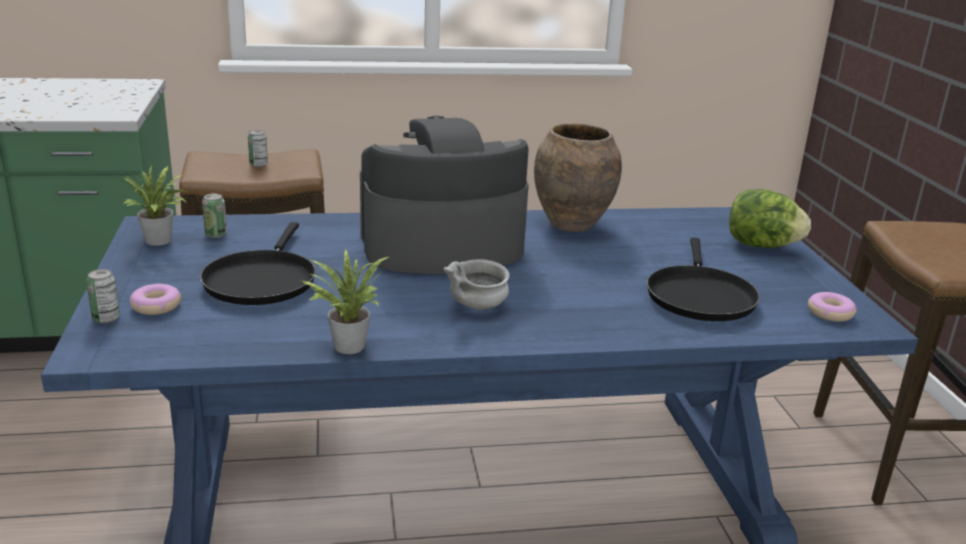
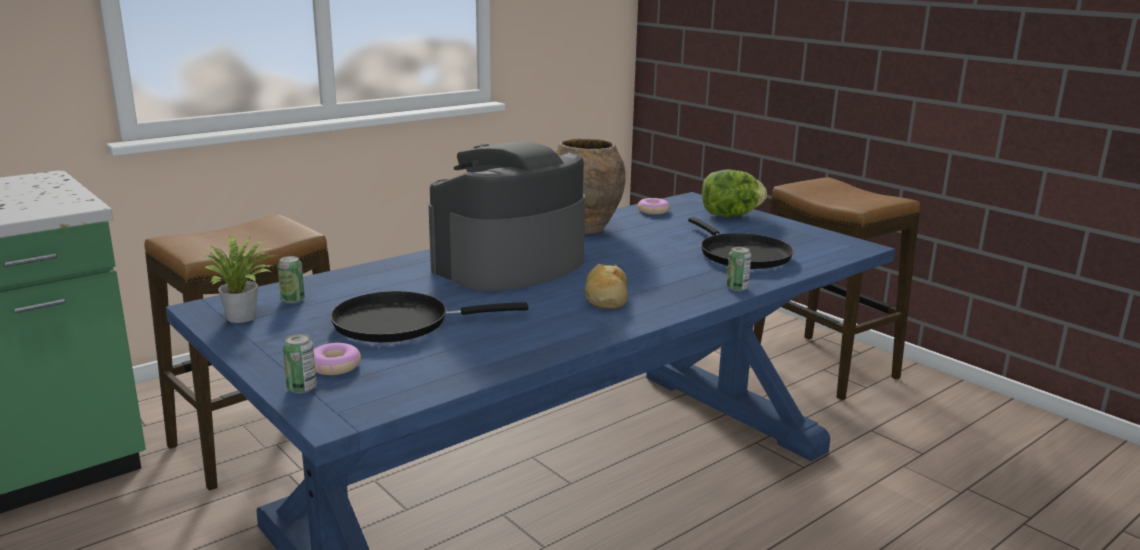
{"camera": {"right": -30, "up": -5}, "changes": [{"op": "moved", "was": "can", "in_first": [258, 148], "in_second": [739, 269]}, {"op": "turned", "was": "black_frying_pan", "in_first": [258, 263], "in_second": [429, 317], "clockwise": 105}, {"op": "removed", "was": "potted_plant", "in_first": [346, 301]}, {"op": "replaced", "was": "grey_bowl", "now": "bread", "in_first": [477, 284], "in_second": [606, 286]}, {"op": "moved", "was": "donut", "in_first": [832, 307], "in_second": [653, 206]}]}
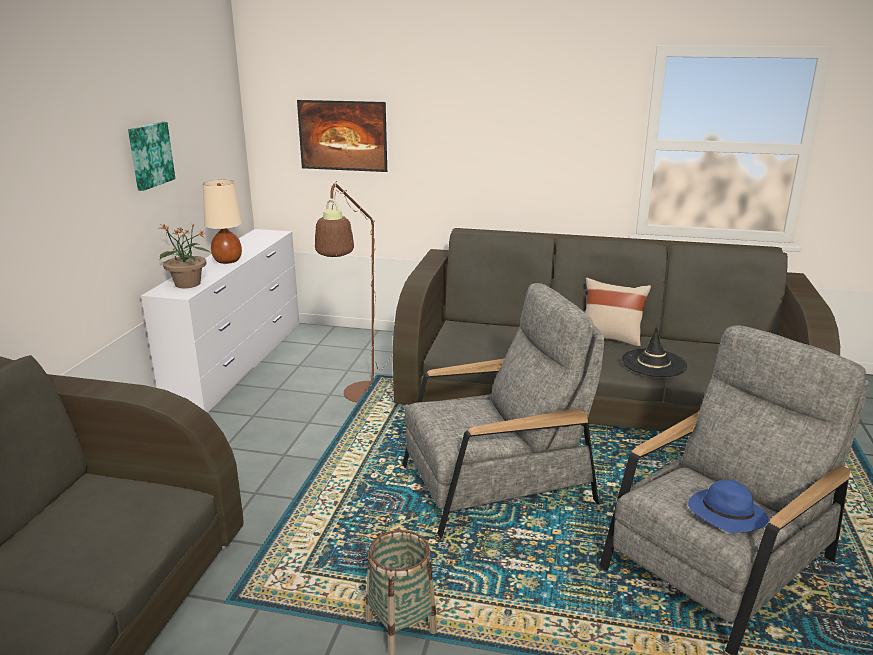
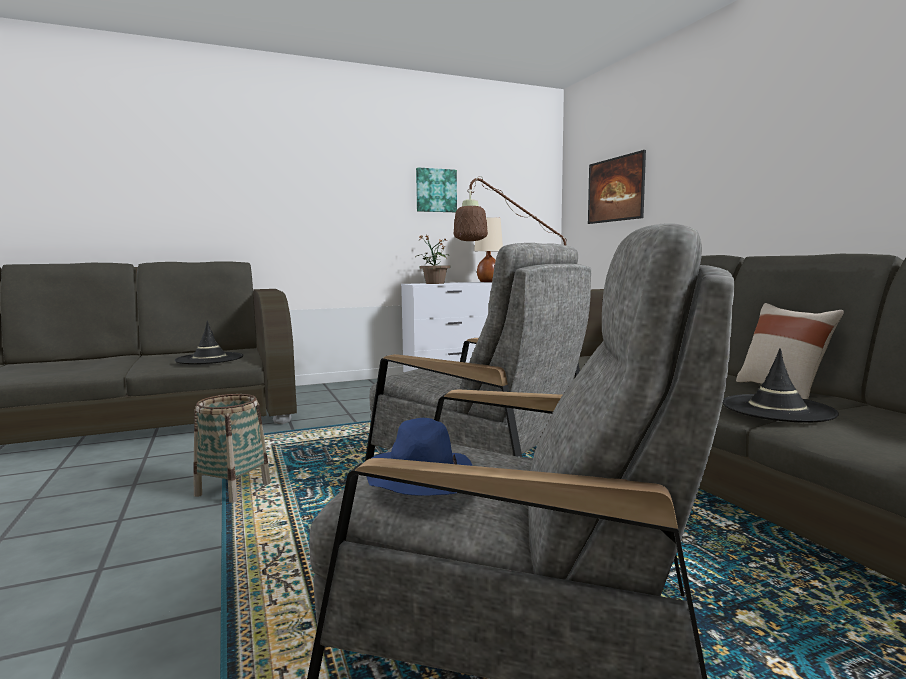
{"camera": {"right": 55, "up": -15}, "changes": [{"op": "added", "now": "black_hat", "in_second": [209, 342]}]}
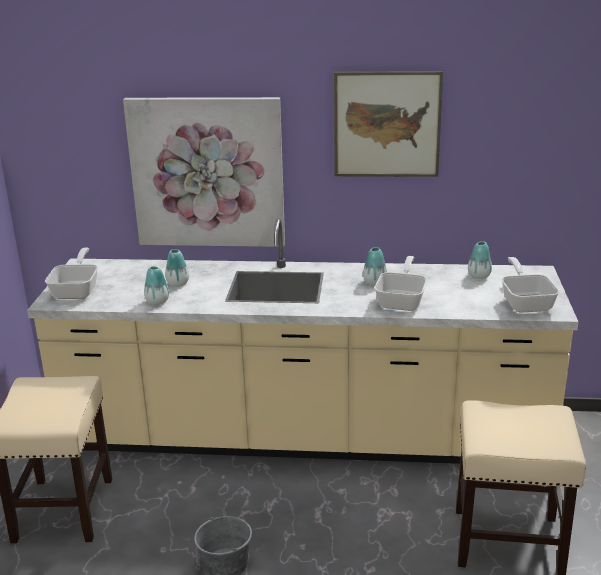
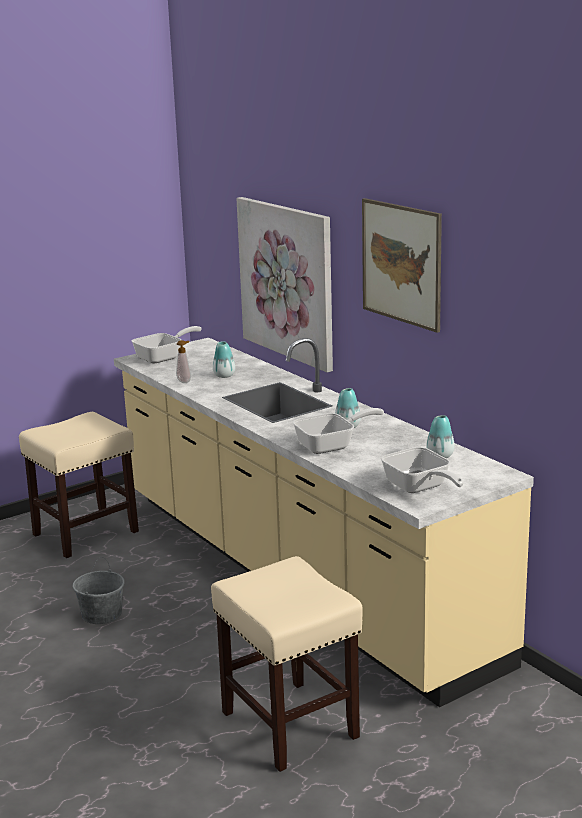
{"camera": {"right": 50, "up": -5}, "changes": [{"op": "turned", "was": "frying_pan", "in_first": [530, 285], "in_second": [422, 470], "clockwise": 105}, {"op": "replaced", "was": "vase", "now": "soap_dispenser", "in_first": [156, 285], "in_second": [183, 361]}]}
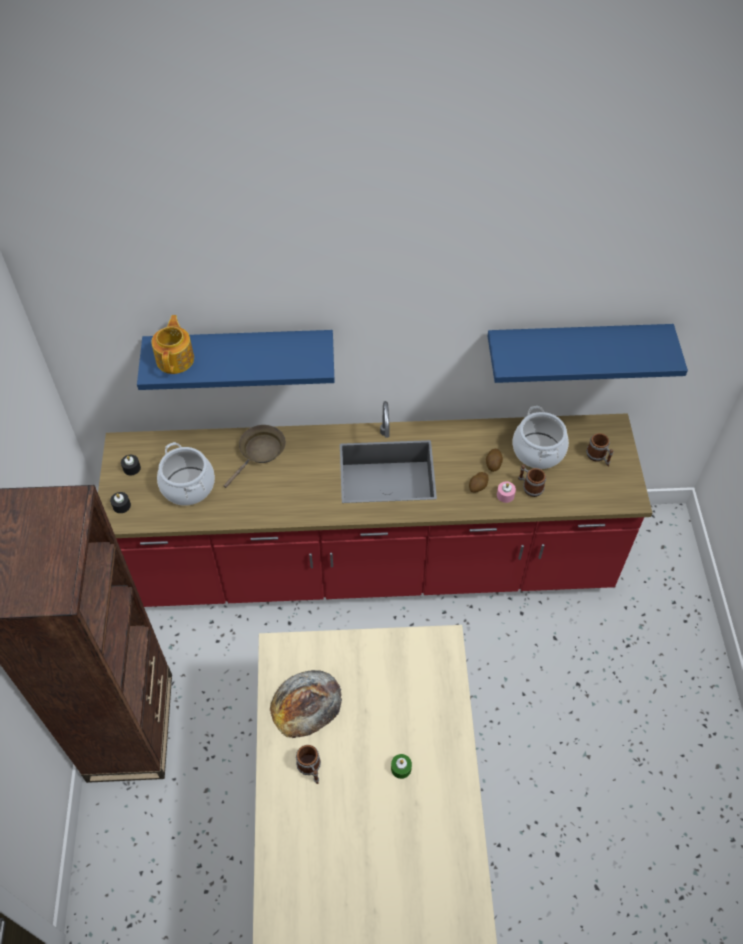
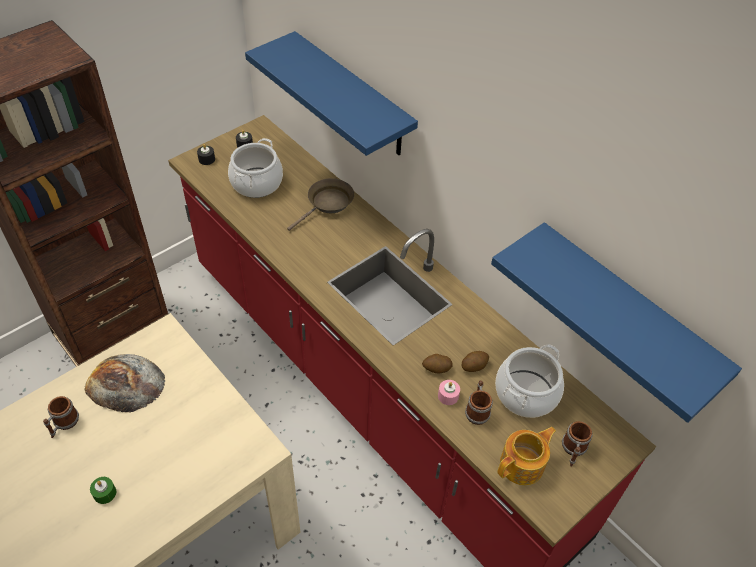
{"camera": {"right": 50, "up": -5}, "changes": [{"op": "moved", "was": "teapot", "in_first": [172, 344], "in_second": [526, 456]}, {"op": "turned", "was": "brown_frying_pan", "in_first": [255, 456], "in_second": [320, 204], "clockwise": -45}]}
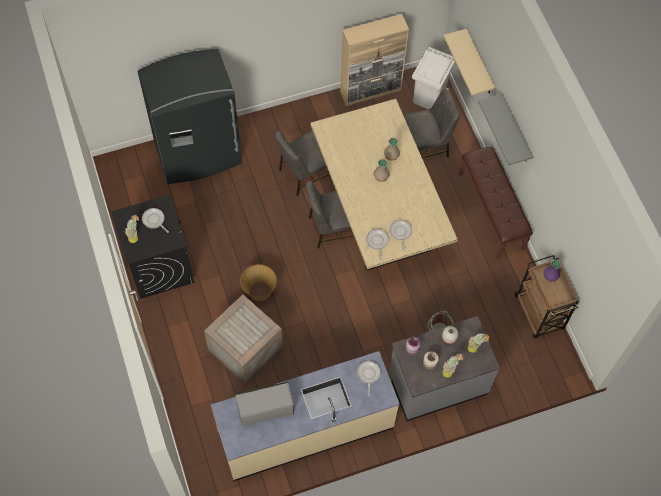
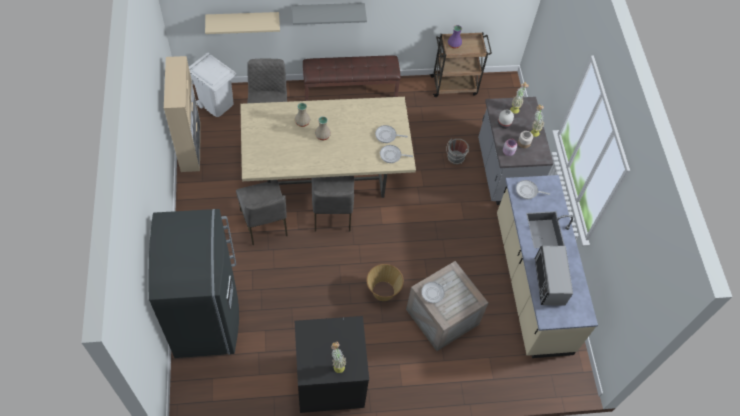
{"camera": {"right": -80, "up": -5}, "changes": [{"op": "moved", "was": "frying_pan", "in_first": [155, 220], "in_second": [437, 291]}]}
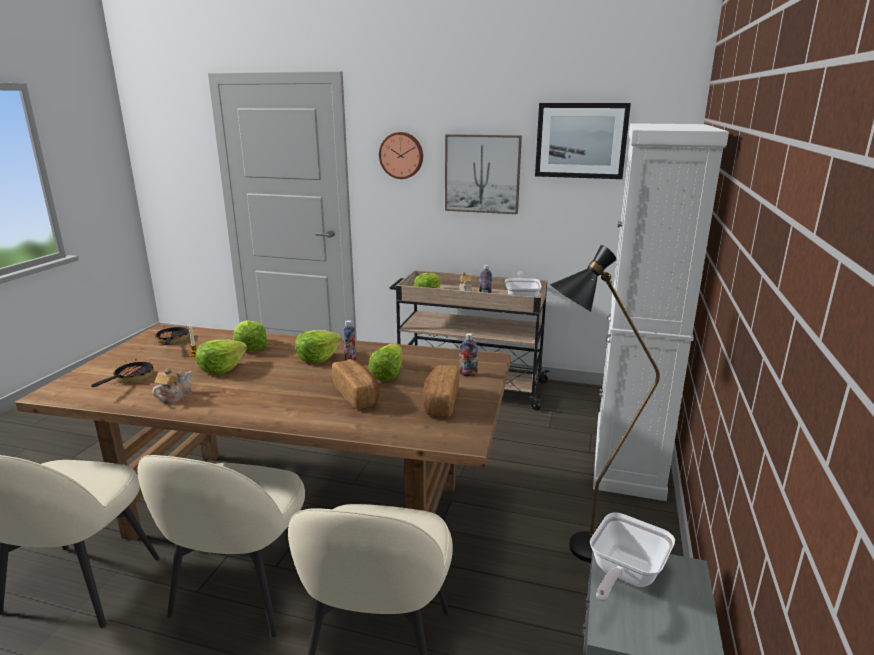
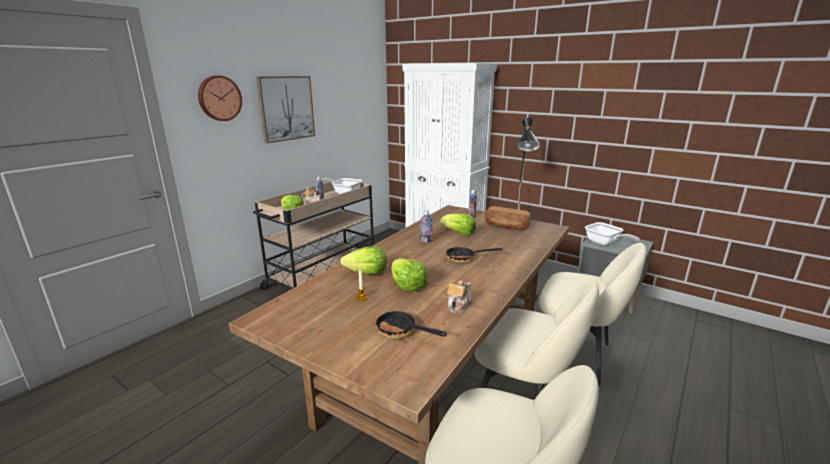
{"camera": {"right": -70, "up": 0}, "changes": [{"op": "removed", "was": "picture", "in_first": [583, 141]}, {"op": "moved", "was": "frying_pan", "in_first": [172, 335], "in_second": [474, 252]}, {"op": "removed", "was": "lettuce", "in_first": [318, 347]}, {"op": "removed", "was": "bread", "in_first": [356, 384]}, {"op": "turned", "was": "teapot", "in_first": [172, 386], "in_second": [459, 297], "clockwise": 75}]}
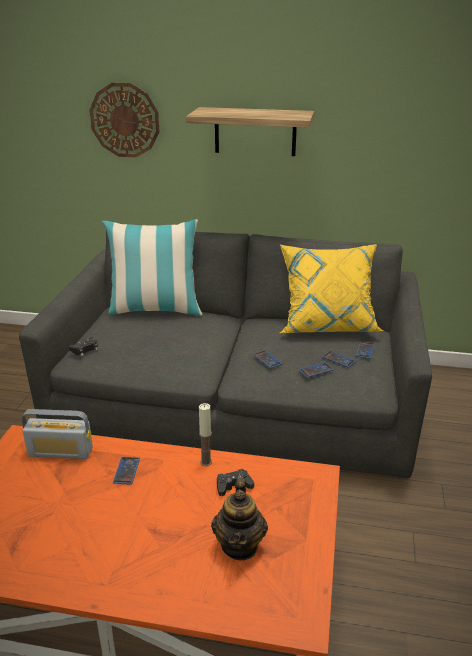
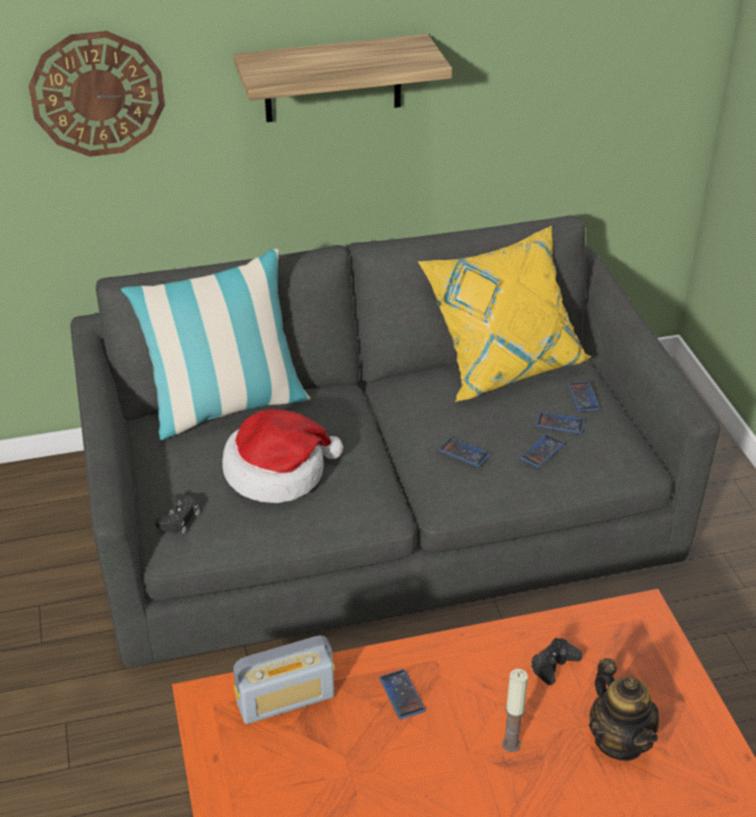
{"camera": {"right": -25, "up": 10}, "changes": [{"op": "moved", "was": "candle", "in_first": [205, 434], "in_second": [515, 710]}, {"op": "added", "now": "hat", "in_second": [282, 456]}]}
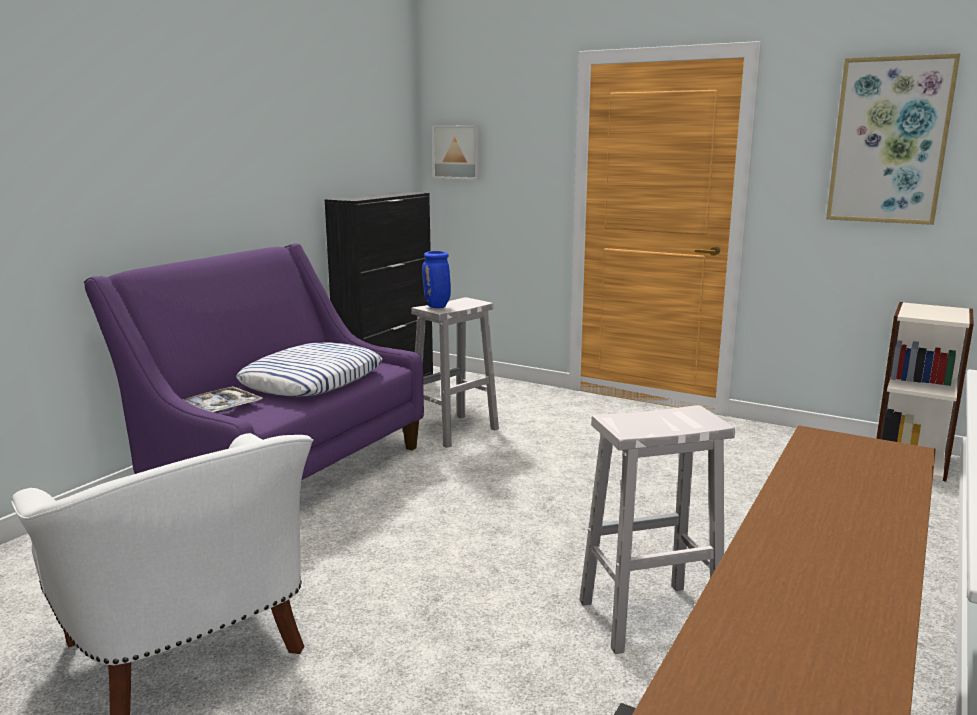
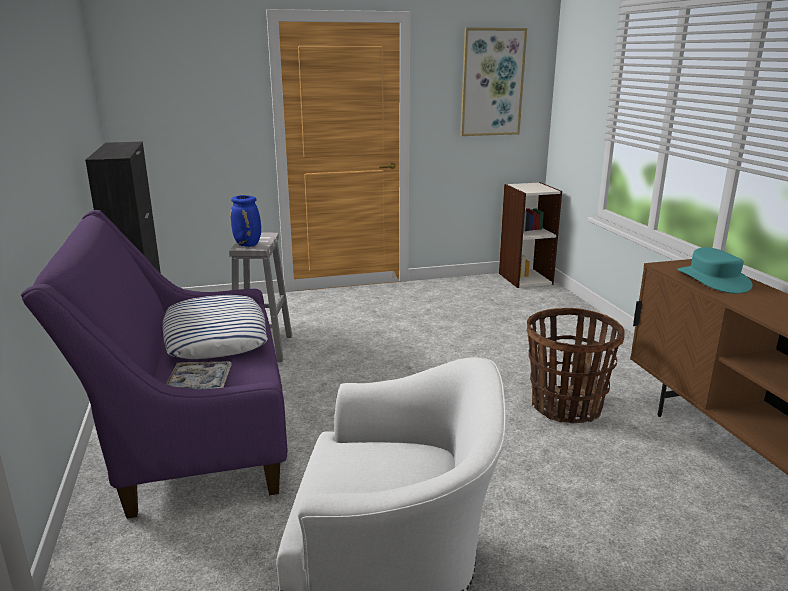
{"camera": {"right": -45, "up": 5}, "changes": [{"op": "removed", "was": "picture", "in_first": [456, 152]}, {"op": "replaced", "was": "white_stool", "now": "basket", "in_first": [657, 529], "in_second": [576, 365]}, {"op": "added", "now": "turquoise_hat", "in_second": [714, 270]}]}
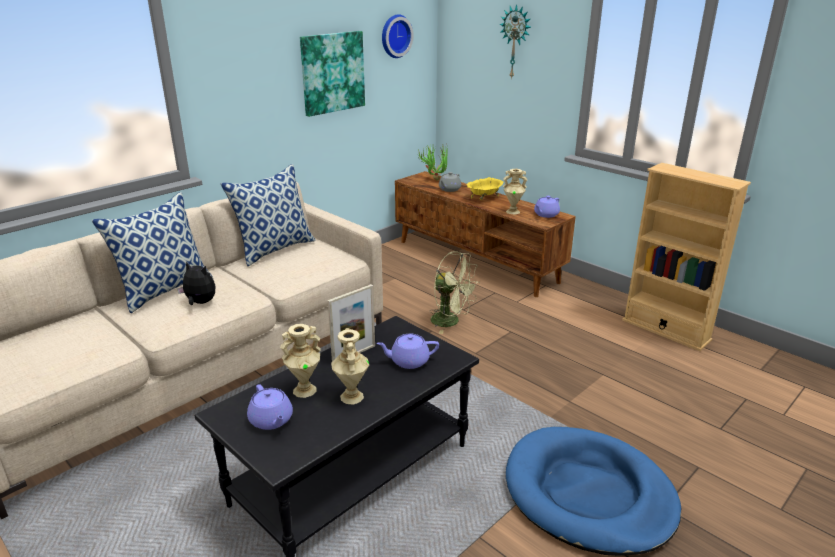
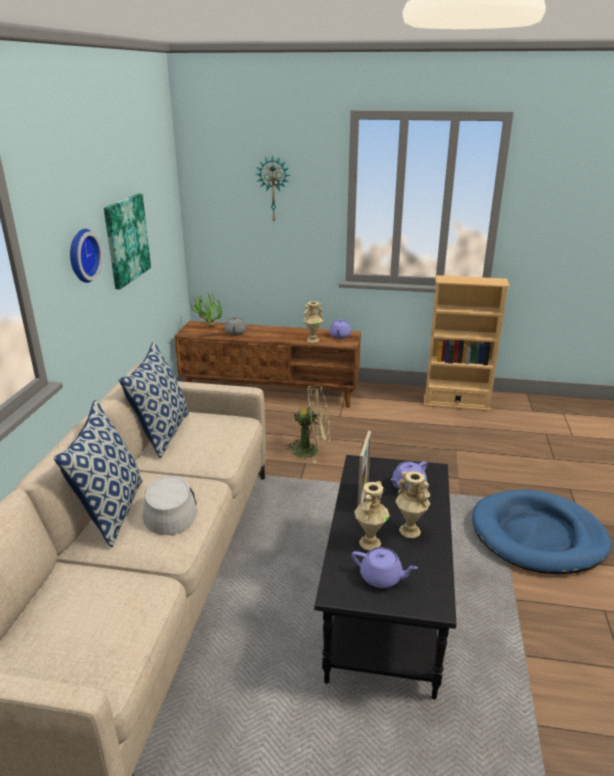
{"camera": {"right": -35, "up": 0}, "changes": [{"op": "moved", "was": "wall_clock", "in_first": [397, 36], "in_second": [86, 256]}, {"op": "removed", "was": "yellow_bowl", "in_first": [484, 188]}, {"op": "replaced", "was": "plush_toy", "now": "grey_hat", "in_first": [196, 283], "in_second": [170, 505]}]}
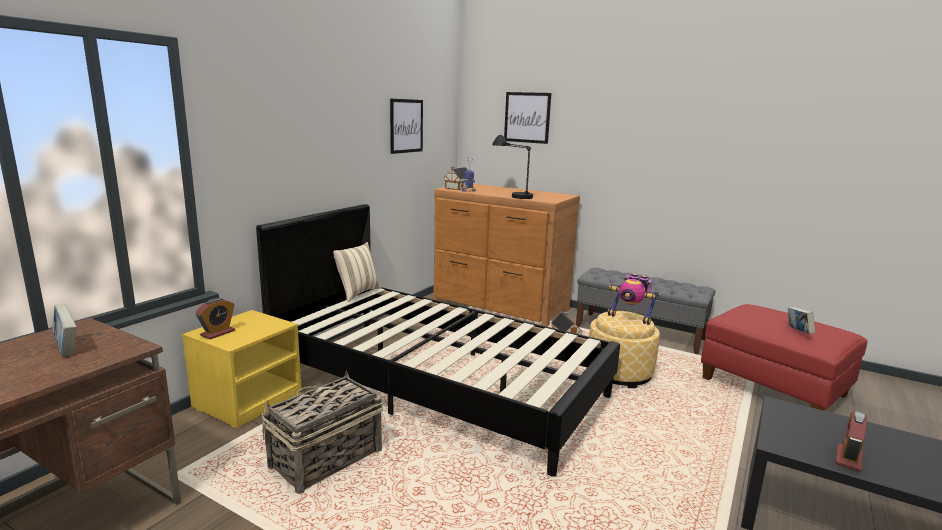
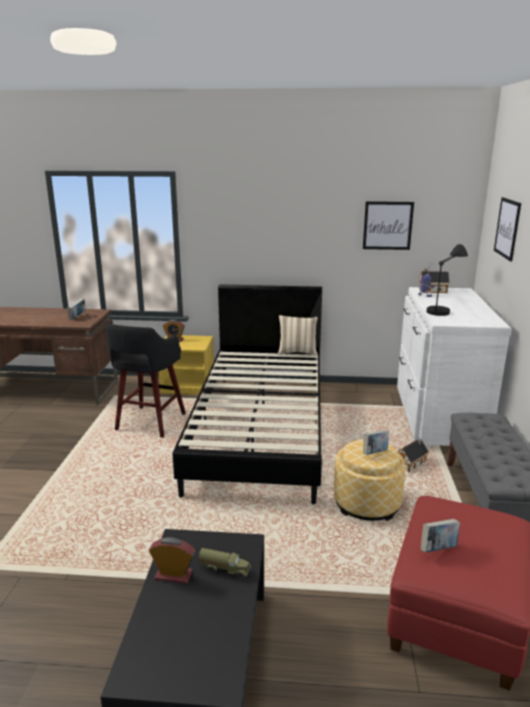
{"camera": {"right": 65, "up": 5}, "changes": [{"op": "recoloured", "was": "brown_dresser", "now": "white_dresser", "in_first": [506, 255], "in_second": [454, 368]}, {"op": "replaced", "was": "toy_robot", "now": "book", "in_first": [634, 299], "in_second": [376, 442]}, {"op": "replaced", "was": "basket", "now": "black_stool", "in_first": [322, 432], "in_second": [145, 380]}, {"op": "added", "now": "toy_truck", "in_second": [224, 563]}]}
